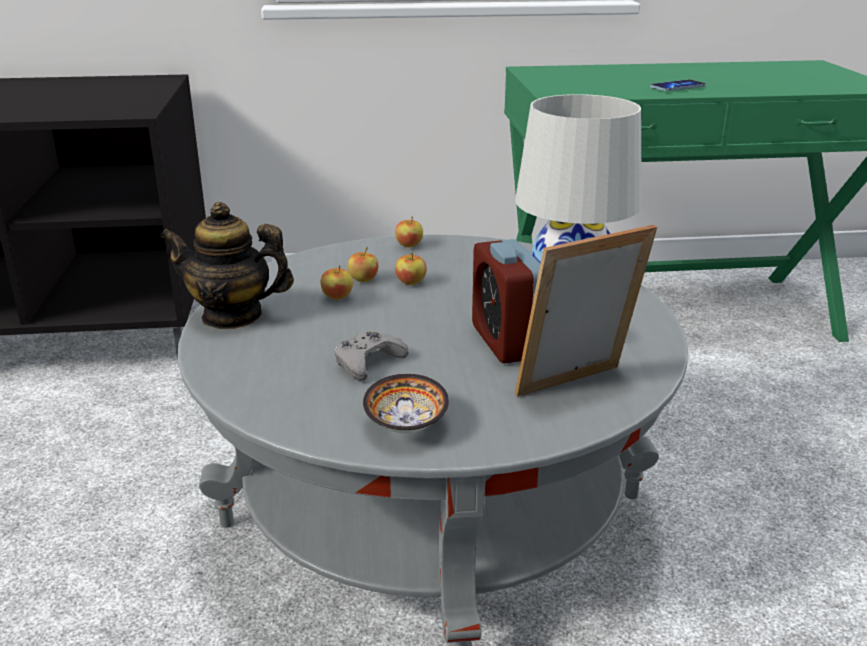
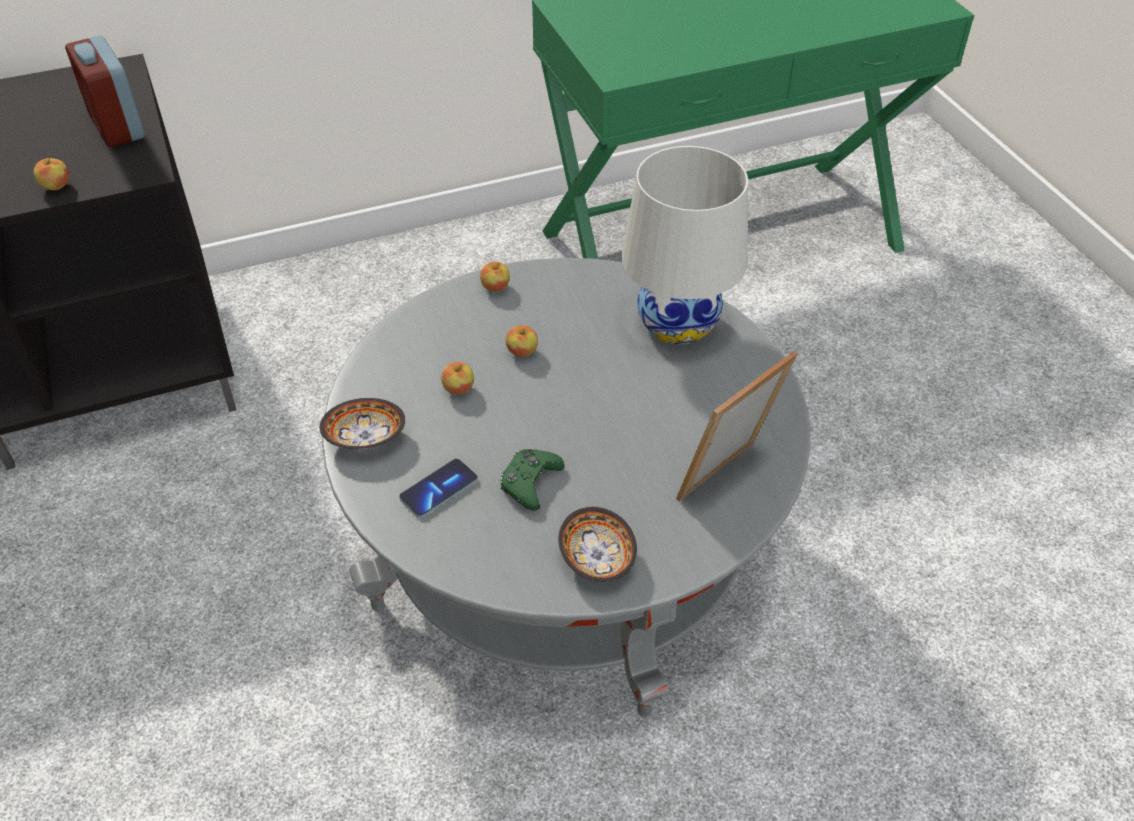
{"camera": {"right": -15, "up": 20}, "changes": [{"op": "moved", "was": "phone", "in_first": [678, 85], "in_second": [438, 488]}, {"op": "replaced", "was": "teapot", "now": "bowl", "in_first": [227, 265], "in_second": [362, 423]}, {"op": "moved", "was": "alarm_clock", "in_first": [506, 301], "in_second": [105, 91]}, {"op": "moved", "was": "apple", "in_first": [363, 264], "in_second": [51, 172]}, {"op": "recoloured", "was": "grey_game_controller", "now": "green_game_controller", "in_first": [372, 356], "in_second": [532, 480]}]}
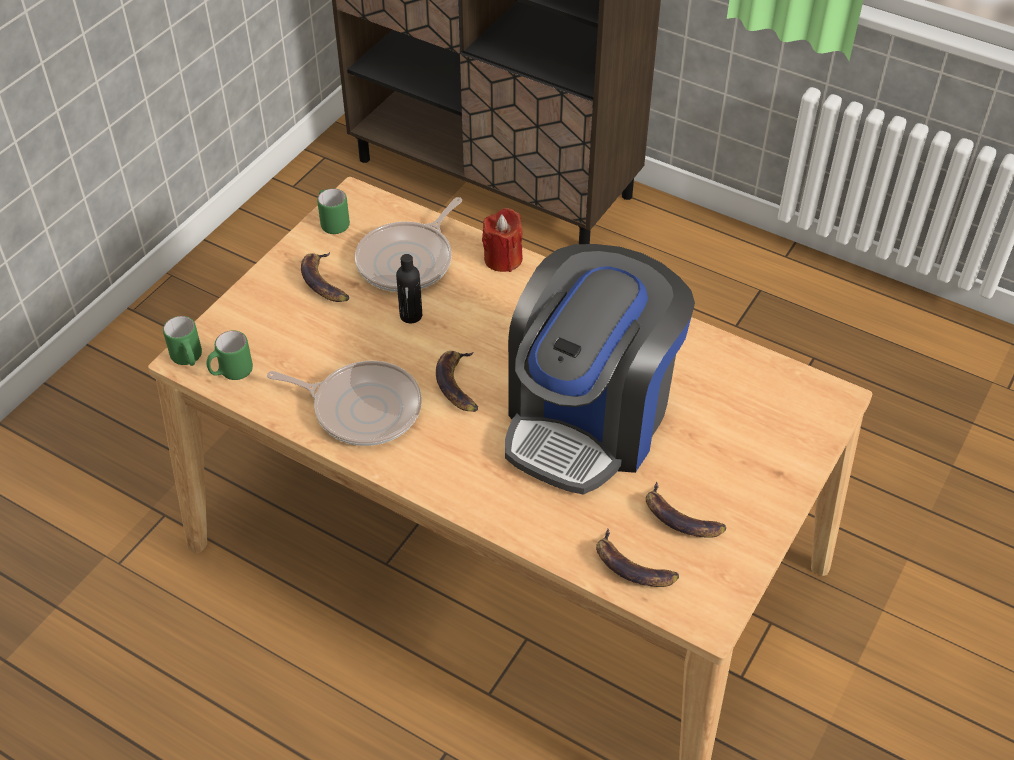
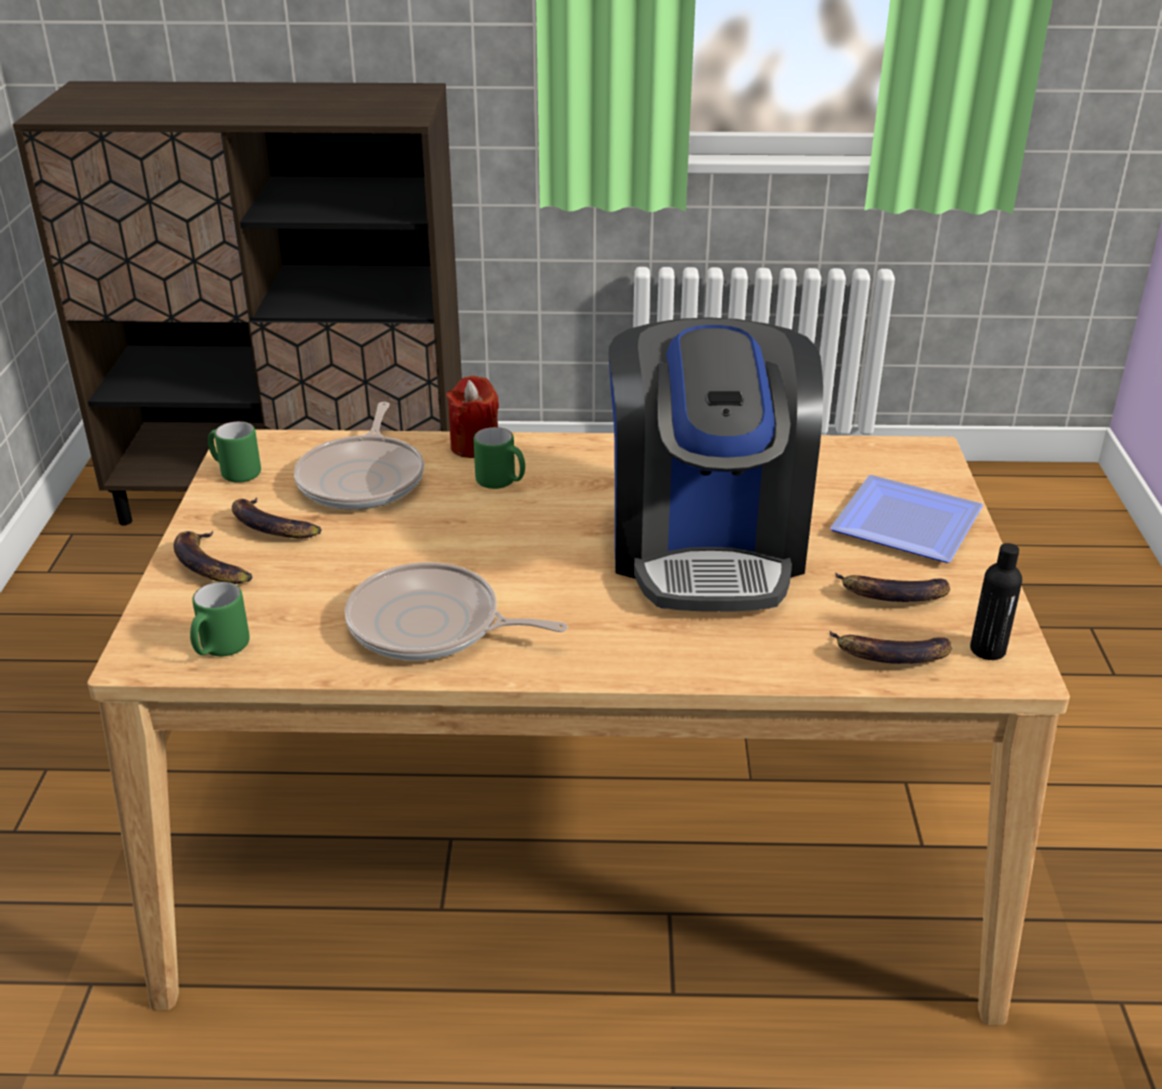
{"camera": {"right": -30, "up": -15}, "changes": [{"op": "moved", "was": "black_bottle", "in_first": [409, 288], "in_second": [996, 601]}, {"op": "moved", "was": "green_mug", "in_first": [182, 341], "in_second": [499, 458]}, {"op": "moved", "was": "banana", "in_first": [457, 381], "in_second": [213, 557]}, {"op": "turned", "was": "frying_pan", "in_first": [344, 403], "in_second": [456, 611], "clockwise": -150}, {"op": "added", "now": "plate", "in_second": [906, 519]}]}
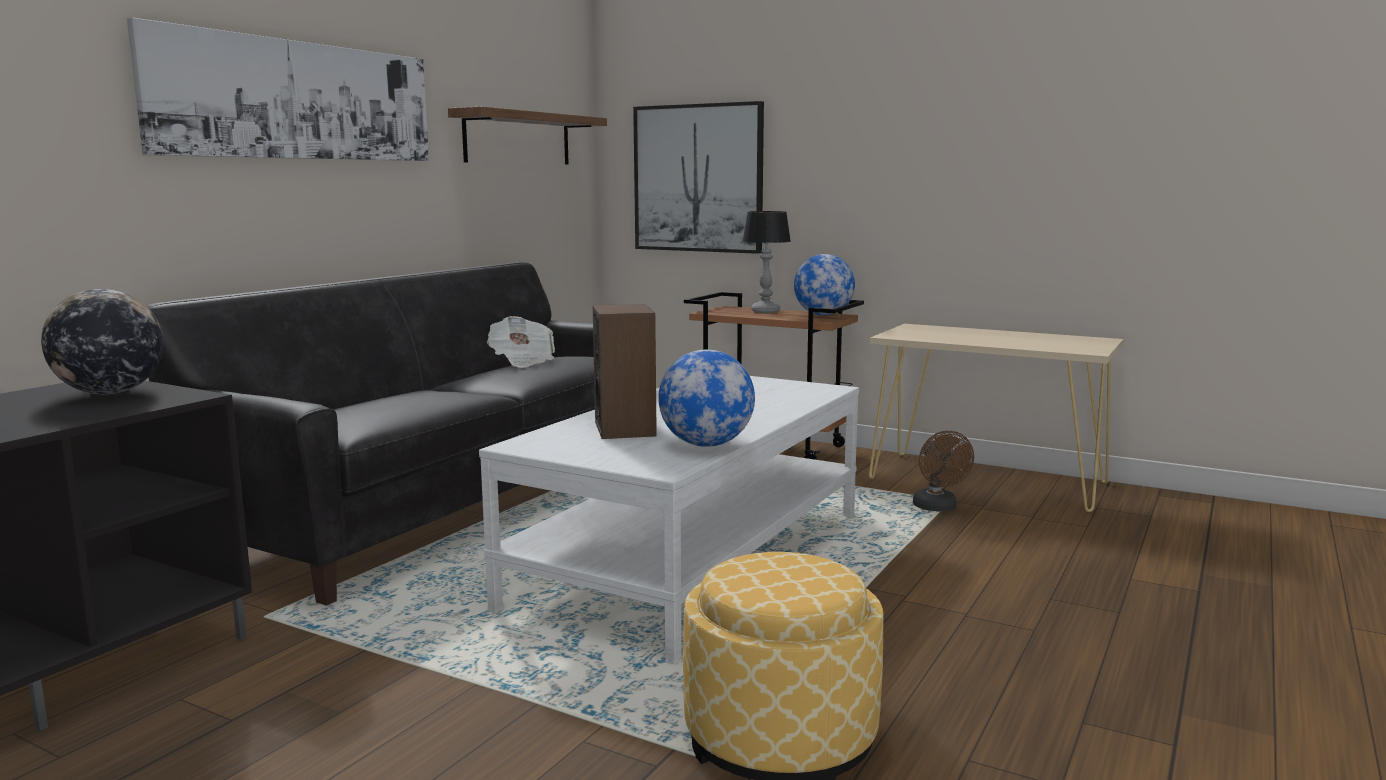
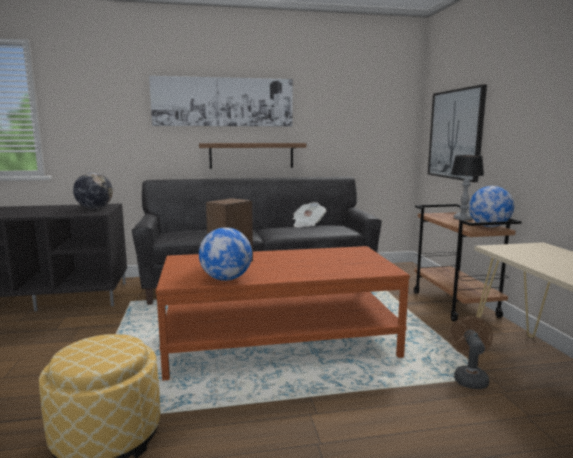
{"camera": {"right": 50, "up": 0}, "changes": [{"op": "moved", "was": "shelf", "in_first": [527, 135], "in_second": [253, 156]}, {"op": "recoloured", "was": "white_coffee_table", "now": "brown_coffee_table", "in_first": [669, 518], "in_second": [283, 313]}, {"op": "turned", "was": "brown_fan", "in_first": [943, 471], "in_second": [471, 352], "clockwise": 150}]}
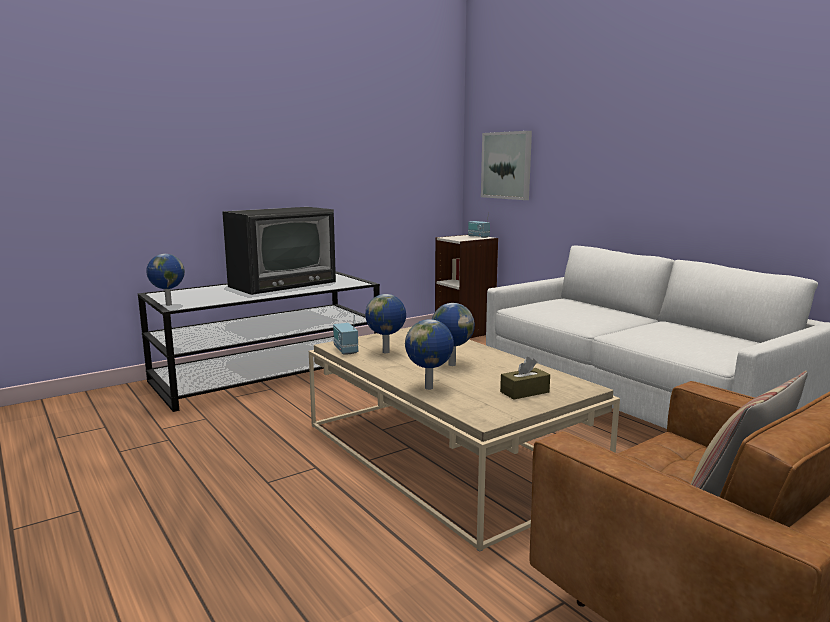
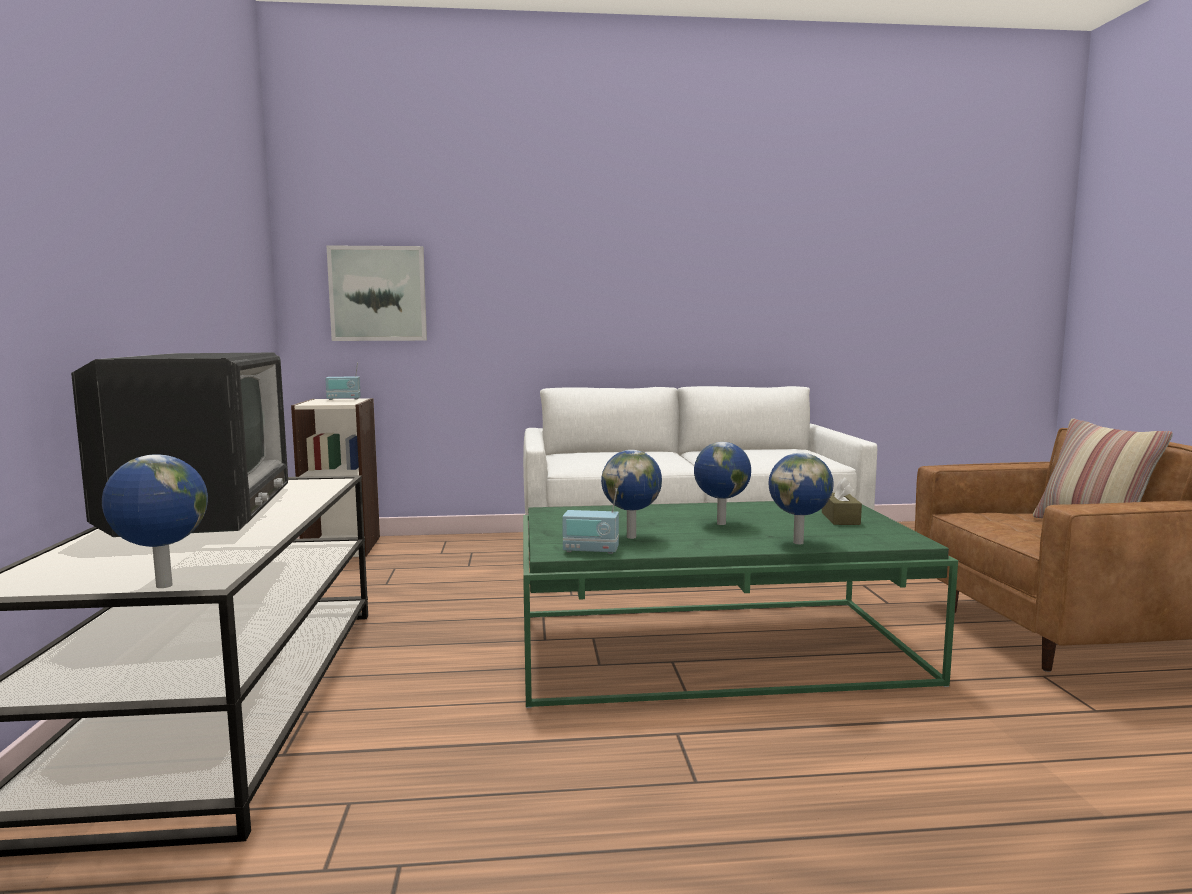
{"camera": {"right": -60, "up": -5}, "changes": [{"op": "recoloured", "was": "beige_coffee_table", "now": "green_coffee_table", "in_first": [464, 439], "in_second": [740, 604]}]}
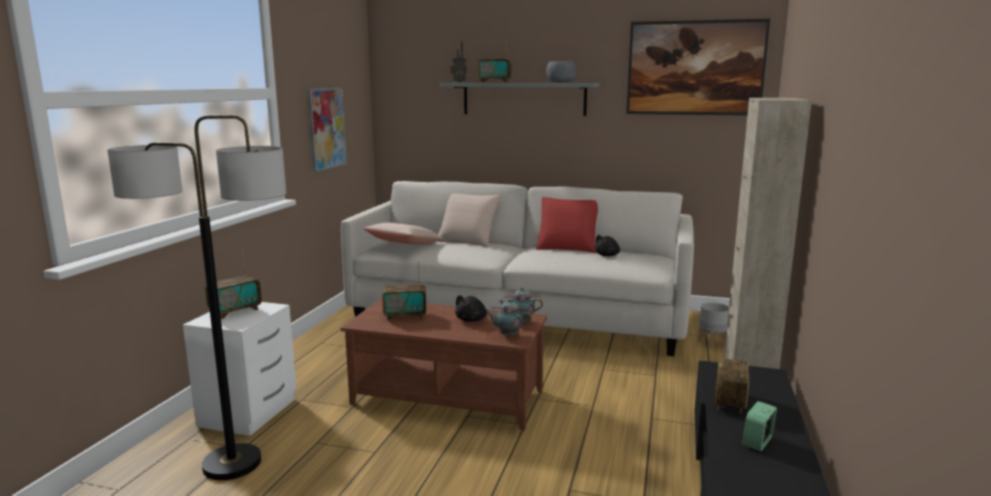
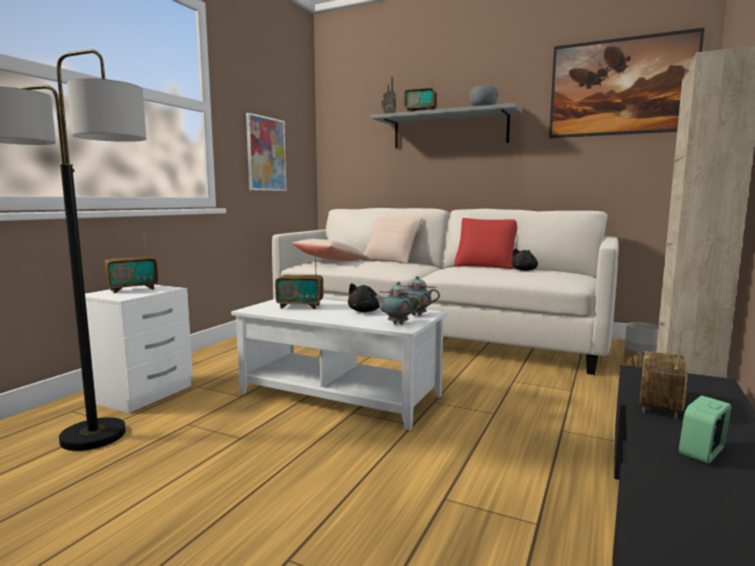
{"camera": {"right": 10, "up": -5}, "changes": [{"op": "recoloured", "was": "brown_coffee_table", "now": "white_coffee_table", "in_first": [444, 364], "in_second": [339, 364]}]}
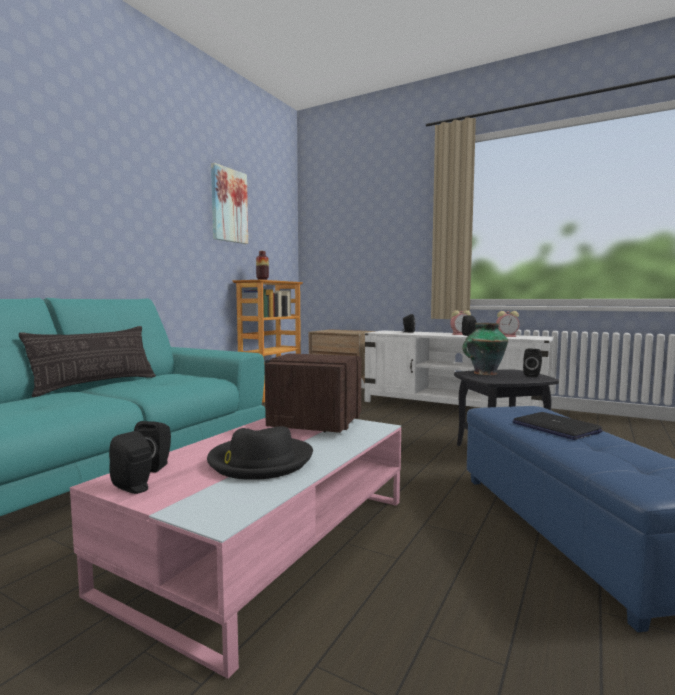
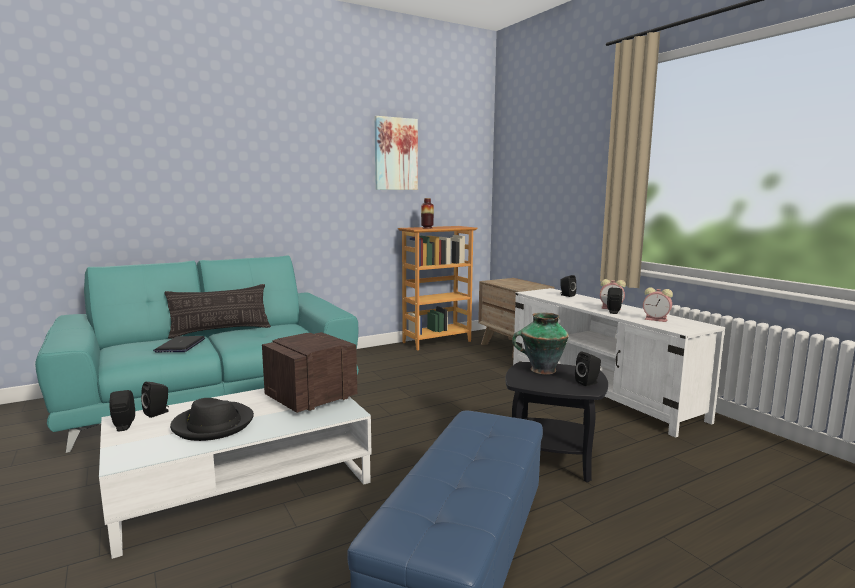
{"camera": {"right": 30, "up": 5}, "changes": [{"op": "moved", "was": "laptop", "in_first": [558, 426], "in_second": [179, 344]}, {"op": "recoloured", "was": "pink_coffee_table", "now": "white_coffee_table", "in_first": [235, 548], "in_second": [235, 473]}]}
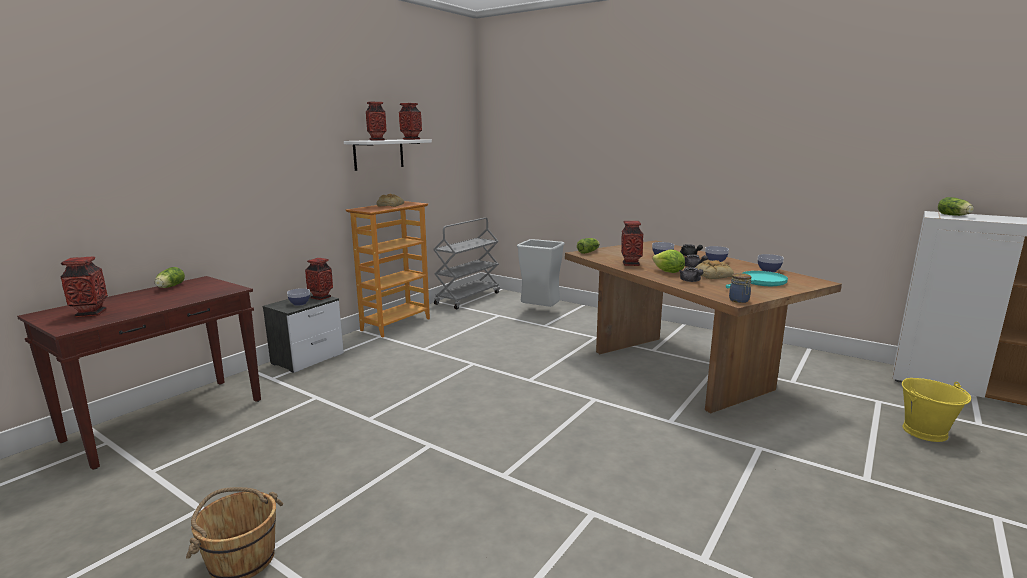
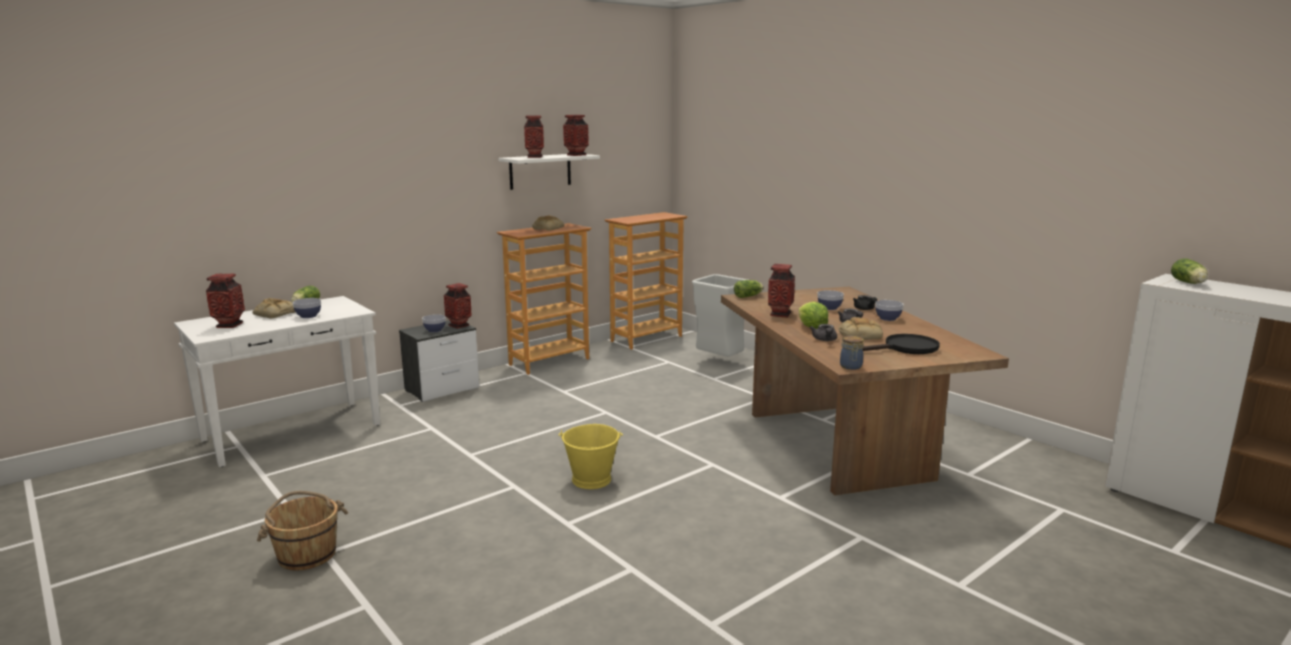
{"camera": {"right": 15, "up": 0}, "changes": [{"op": "replaced", "was": "grey_cart", "now": "bookcase", "in_first": [466, 263], "in_second": [646, 280]}, {"op": "moved", "was": "bowl", "in_first": [771, 263], "in_second": [307, 308]}, {"op": "recoloured", "was": "turquoise_frying_pan", "now": "black_frying_pan", "in_first": [757, 279], "in_second": [901, 344]}, {"op": "recoloured", "was": "brown_console_table", "now": "white_console_table", "in_first": [139, 373], "in_second": [277, 381]}, {"op": "moved", "was": "yellow_bucket", "in_first": [936, 410], "in_second": [591, 456]}, {"op": "added", "now": "bread", "in_second": [273, 308]}]}
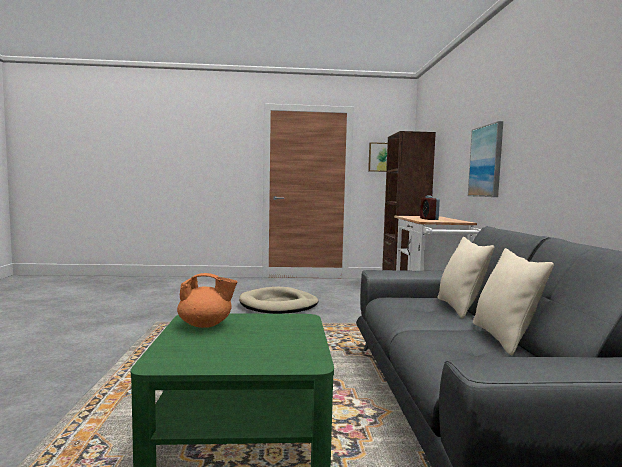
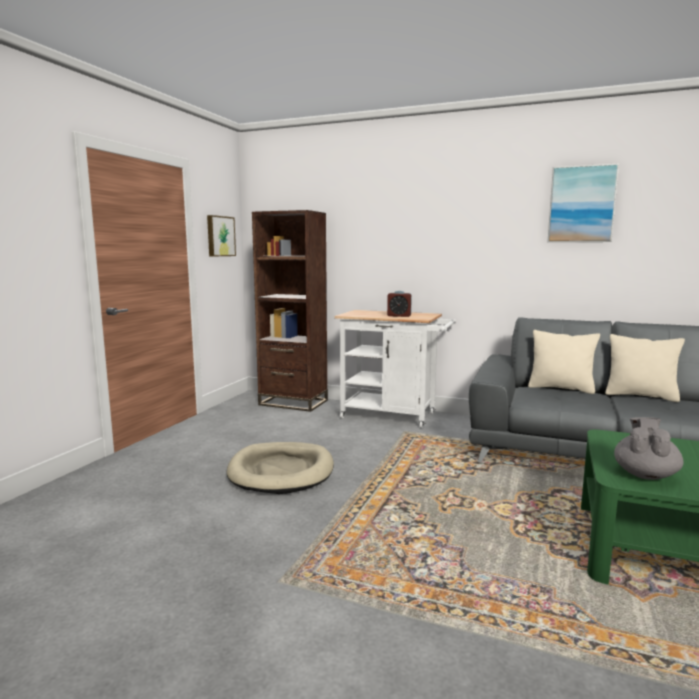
{"camera": {"right": -65, "up": 5}, "changes": [{"op": "moved", "was": "picture", "in_first": [485, 159], "in_second": [583, 202]}, {"op": "recoloured", "was": "orange_teapot", "now": "grey_teapot", "in_first": [207, 300], "in_second": [648, 448]}]}
